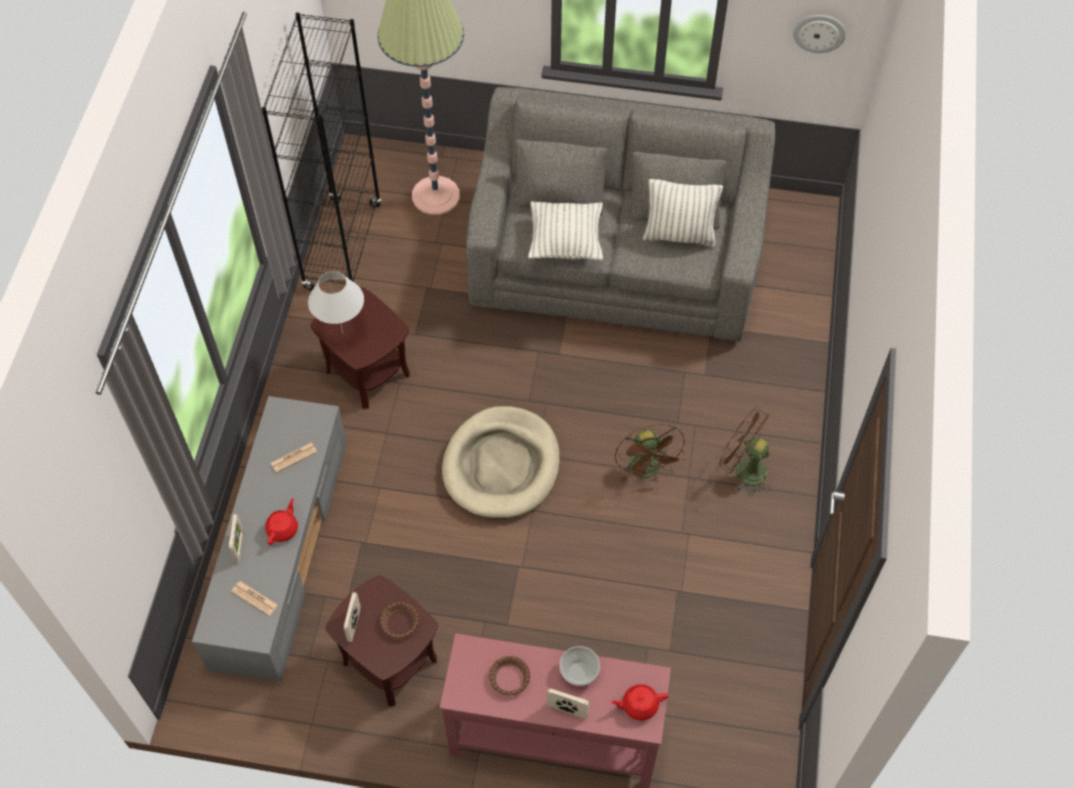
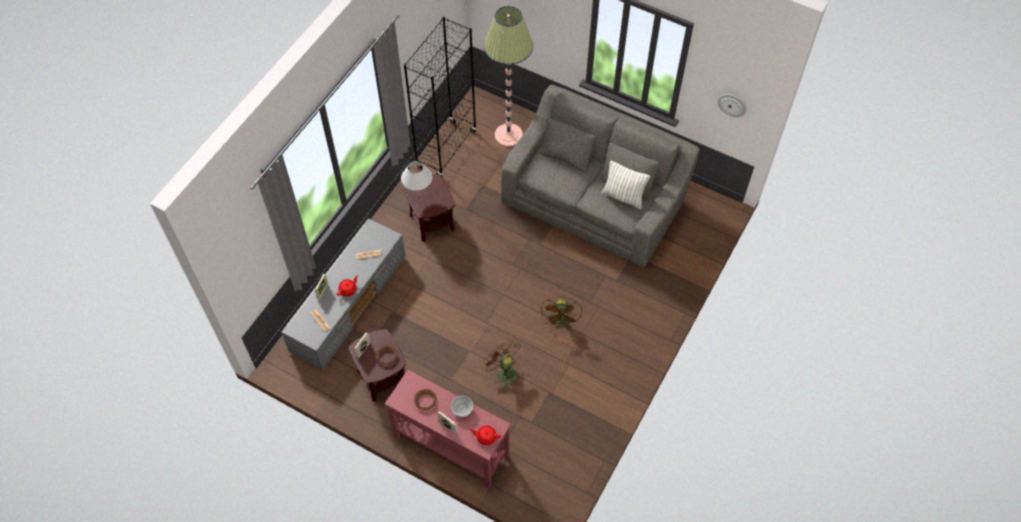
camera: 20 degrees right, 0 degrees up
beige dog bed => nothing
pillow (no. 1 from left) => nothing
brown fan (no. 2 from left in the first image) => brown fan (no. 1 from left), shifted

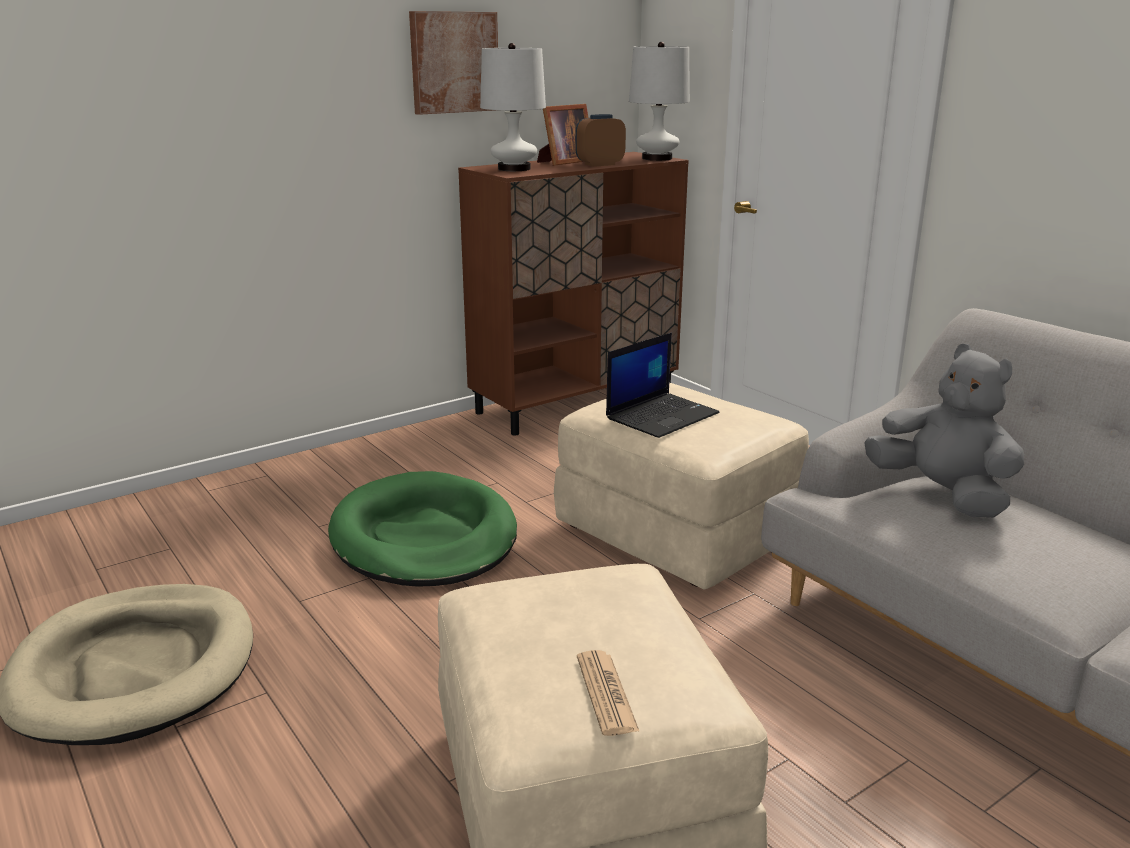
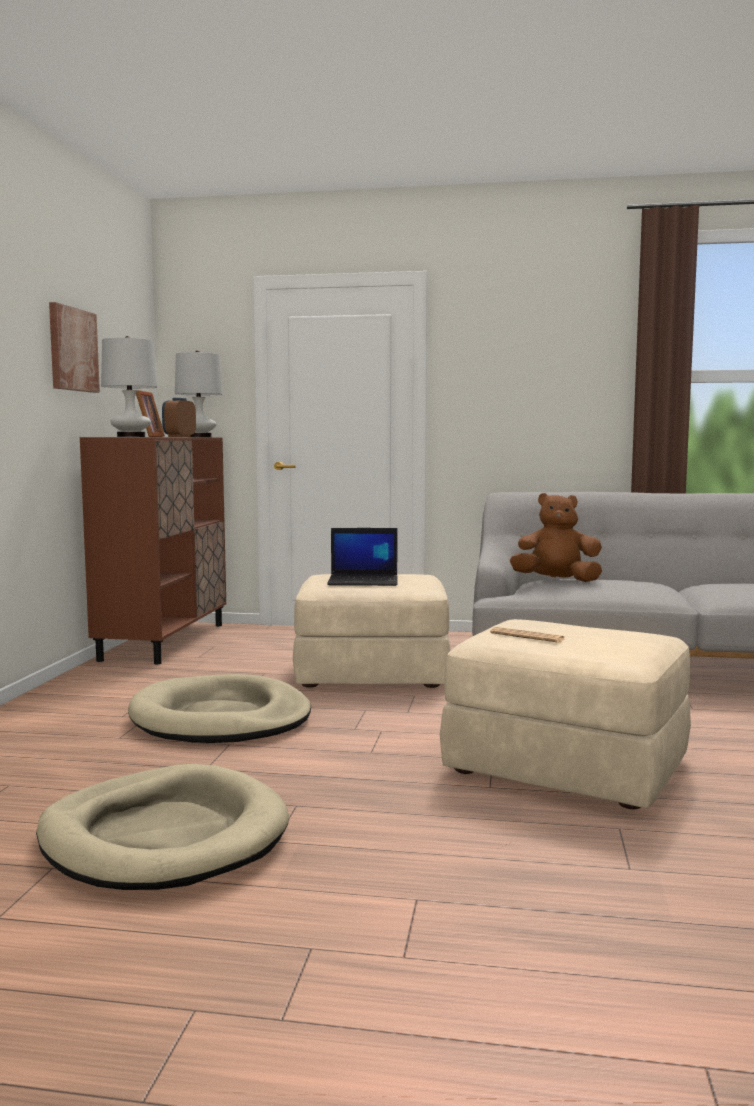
camera: 45 degrees left, 15 degrees down
green dog bed => beige dog bed (no. 2 from left)
newspaper, shifted
laptop, 90 degrees clockwise
grey plush toy => brown plush toy

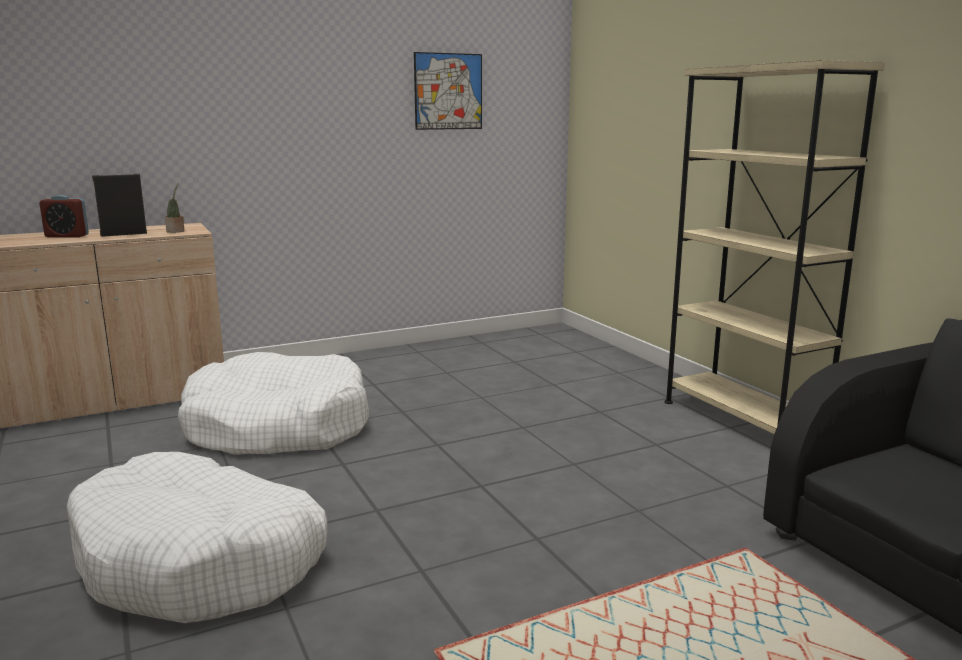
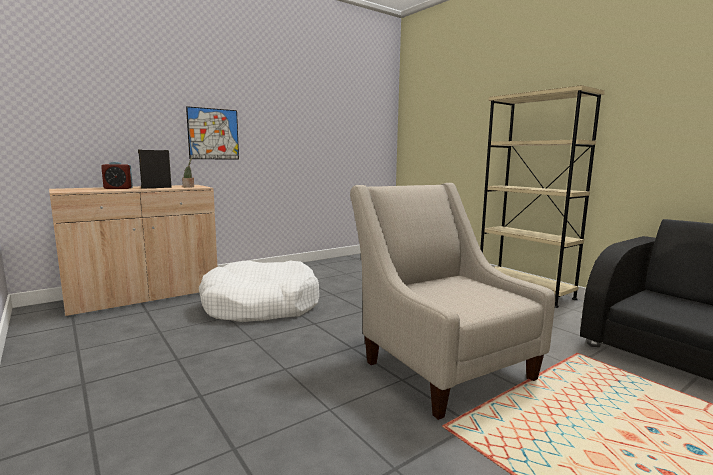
camera: 10 degrees left, 5 degrees down
white dog bed (no. 1 from left) => nothing
picture, shifted
nothing => beige armchair

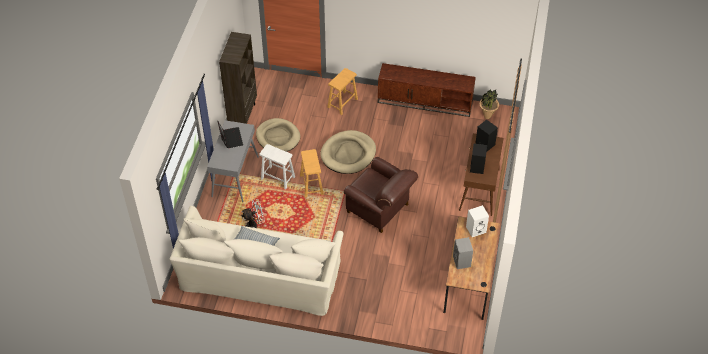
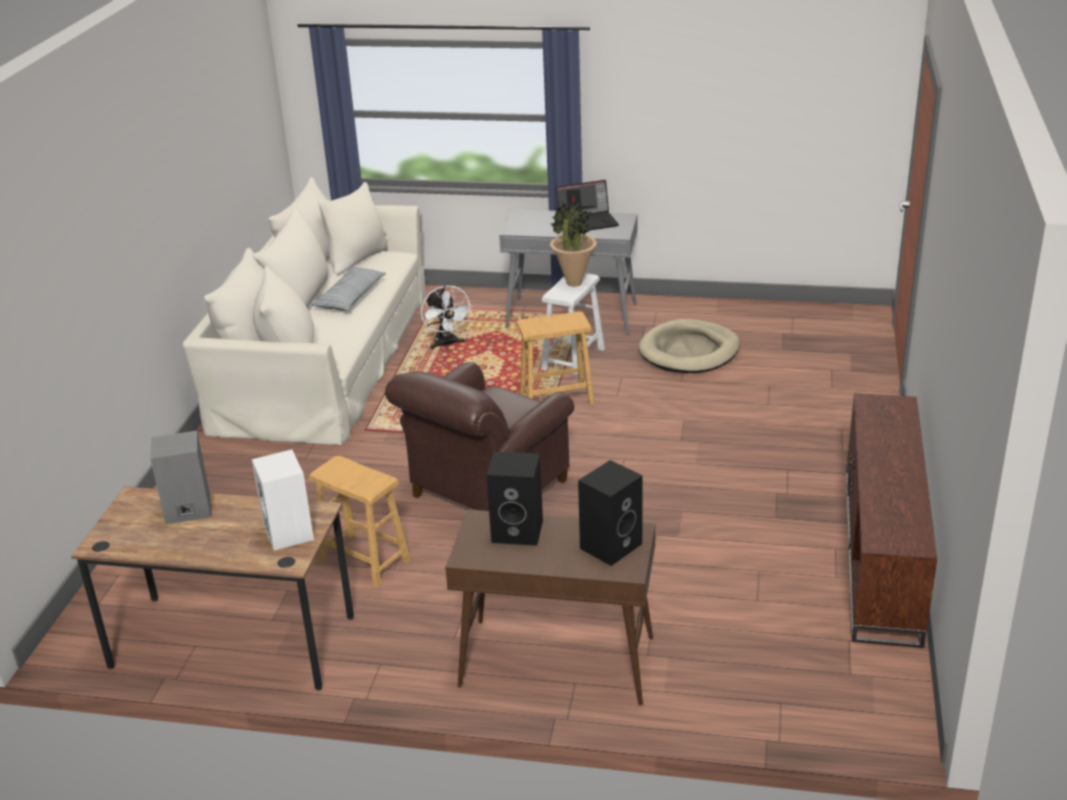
camera: 90 degrees right, 20 degrees down
brown bookcase => nothing
beige dog bed (no. 2 from left) => nothing
brown stool (no. 2 from left in the first image) => brown stool (no. 1 from left), shifted
potted plant, shifted

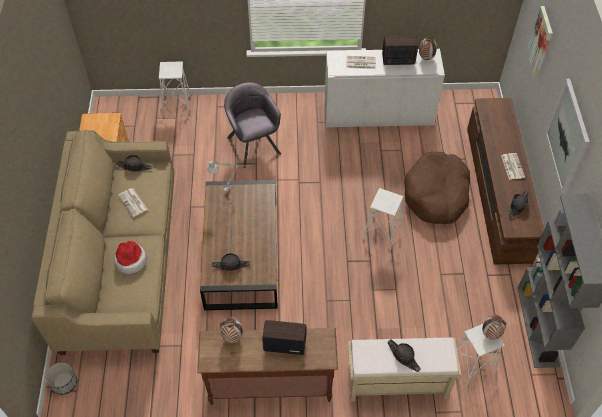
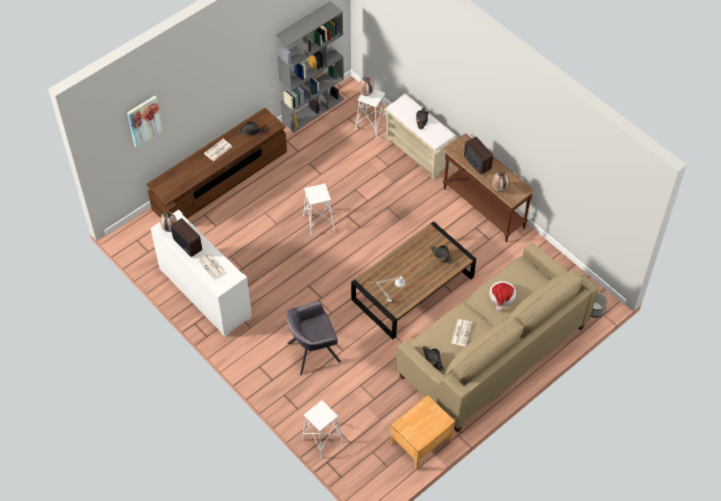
camera: 130 degrees left, 0 degrees up
grey armchair, 45 degrees clockwise
brown dog bed => nothing
picture (no. 2 from left) => nothing

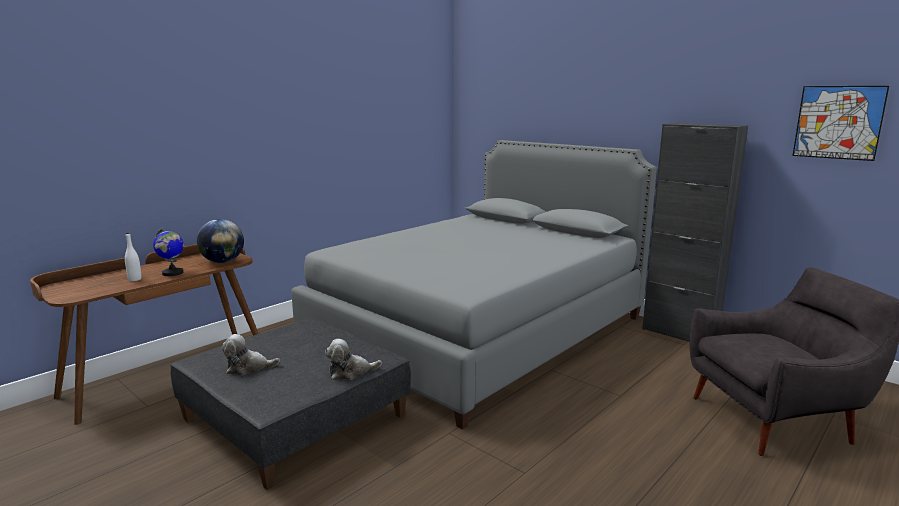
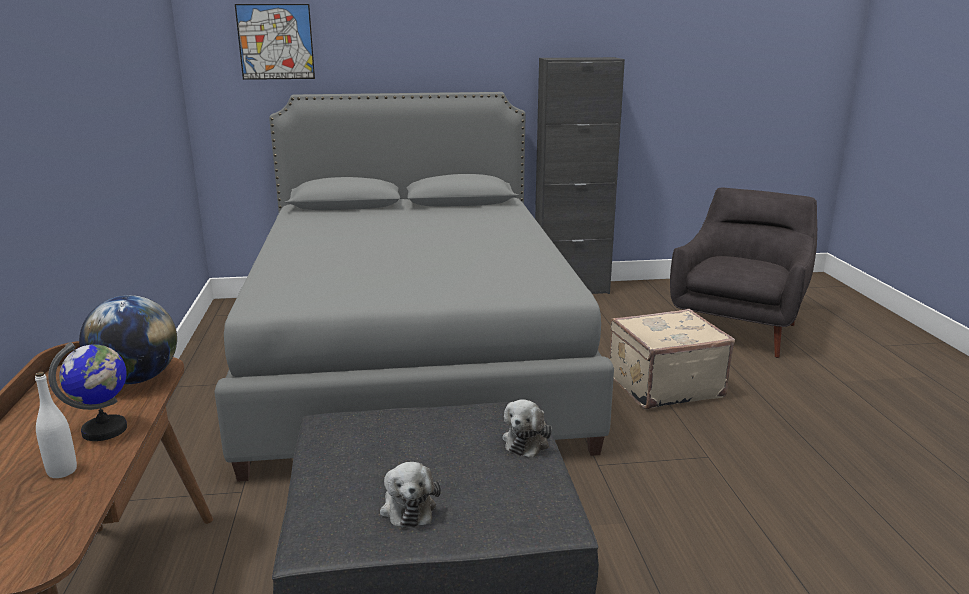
camera: 50 degrees left, 5 degrees up
plush toy (no. 1 from left), 45 degrees counterclockwise
picture, shifted
nothing => beige suitcase

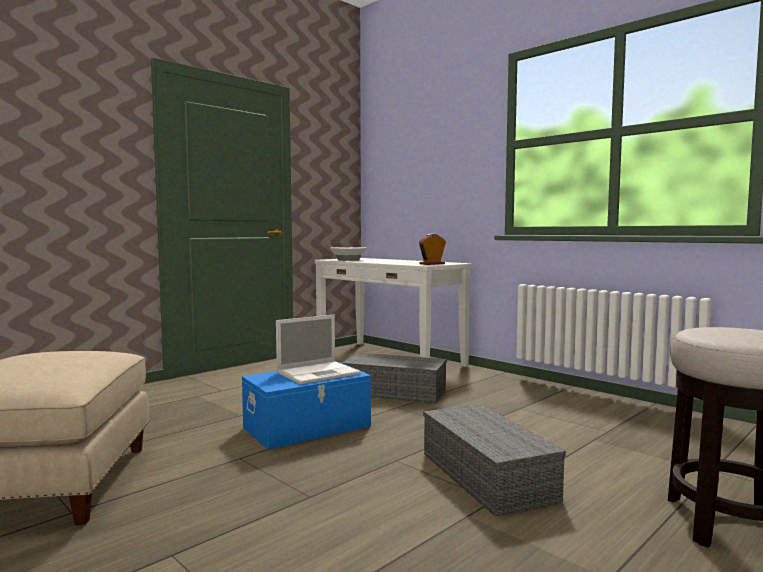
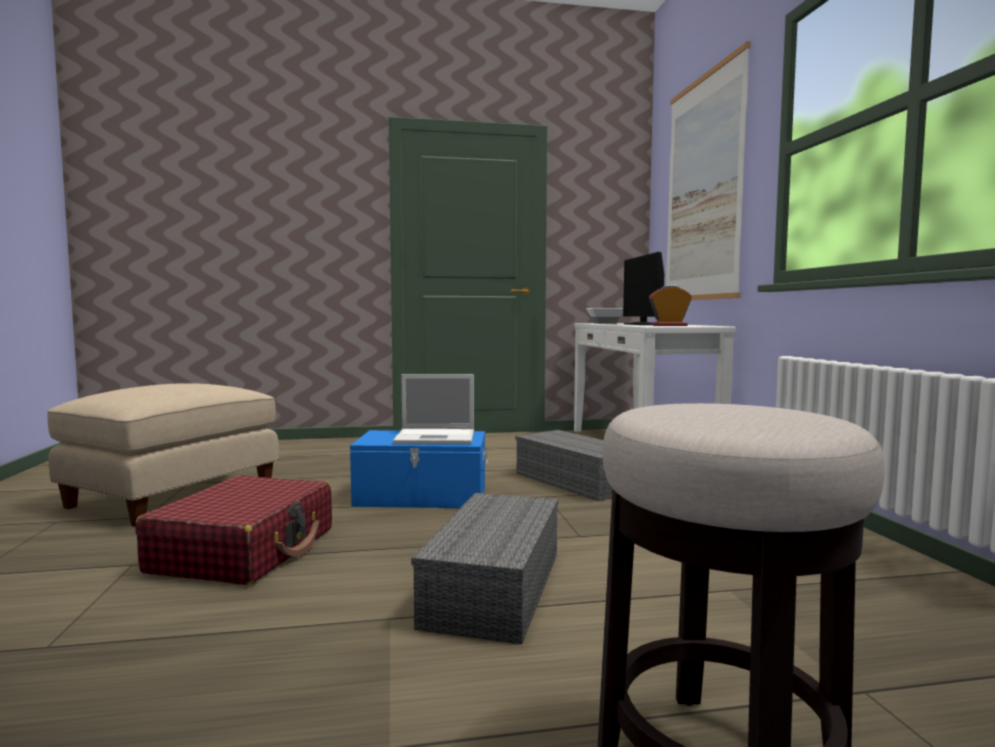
camera: 35 degrees right, 0 degrees up
nothing => red suitcase
nothing => monitor
nothing => picture

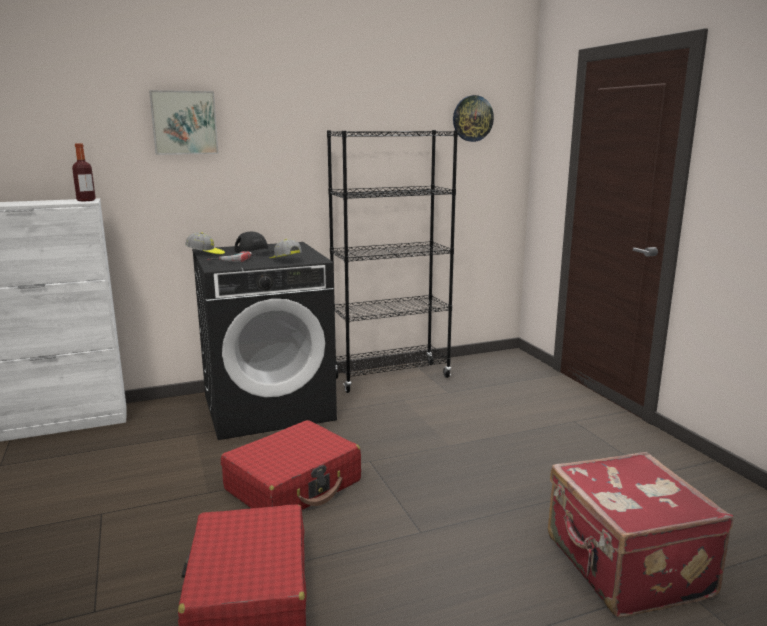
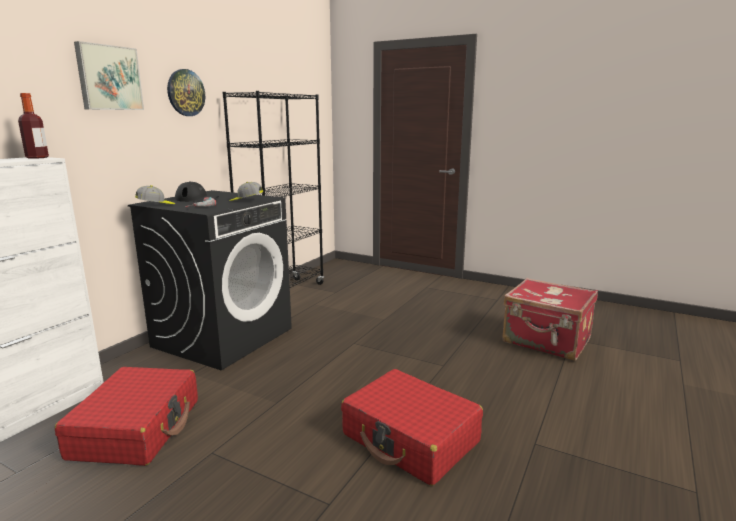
camera: 40 degrees left, 0 degrees up
red suitcase (no. 2 from left in the first image) => red suitcase (no. 1 from left), shifted
wall clock, shifted

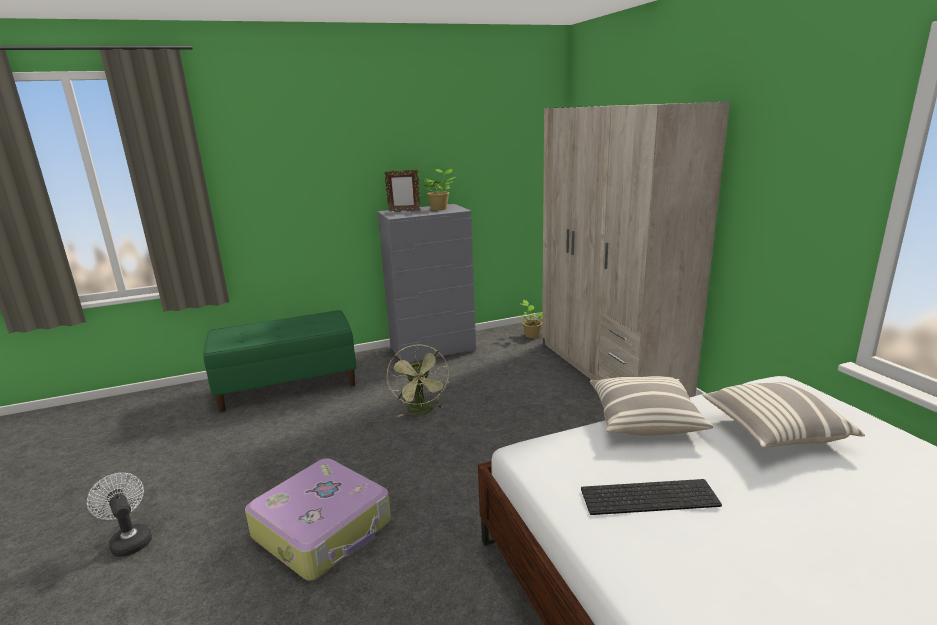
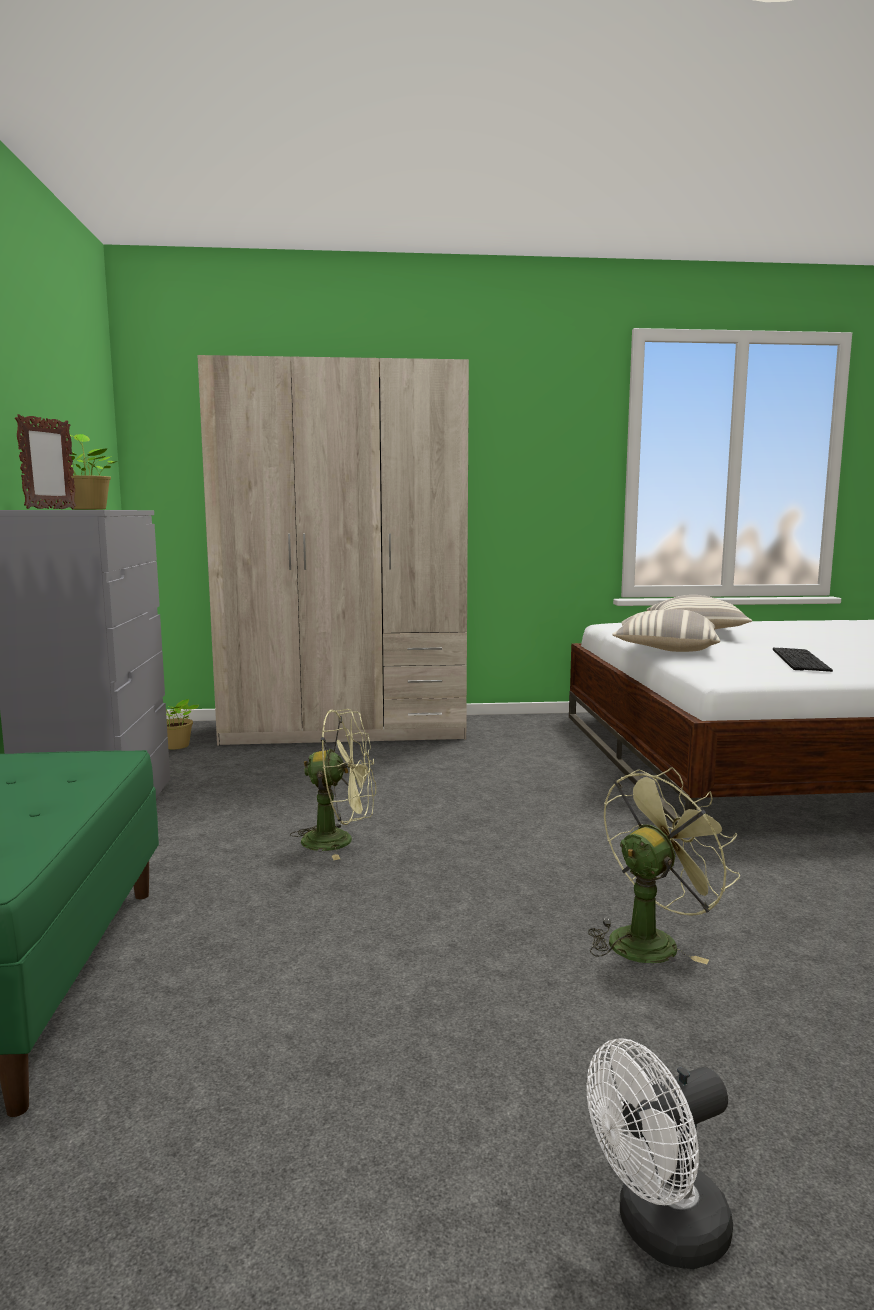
camera: 75 degrees left, 10 degrees down
suitcase => green fan (no. 2 from left)

